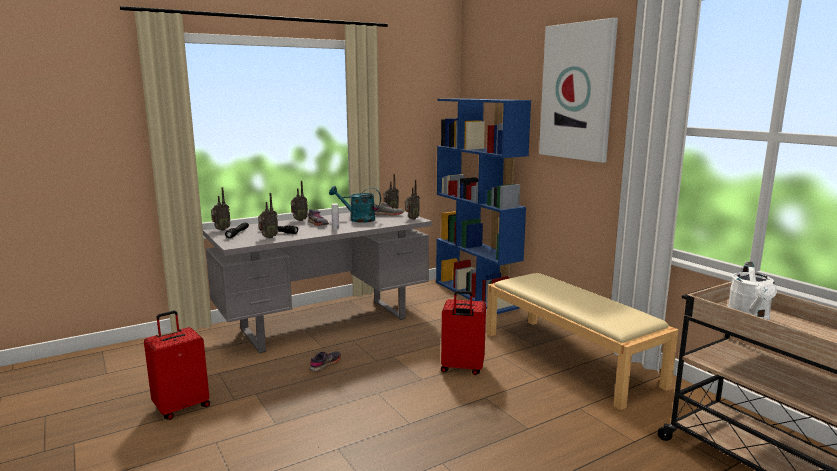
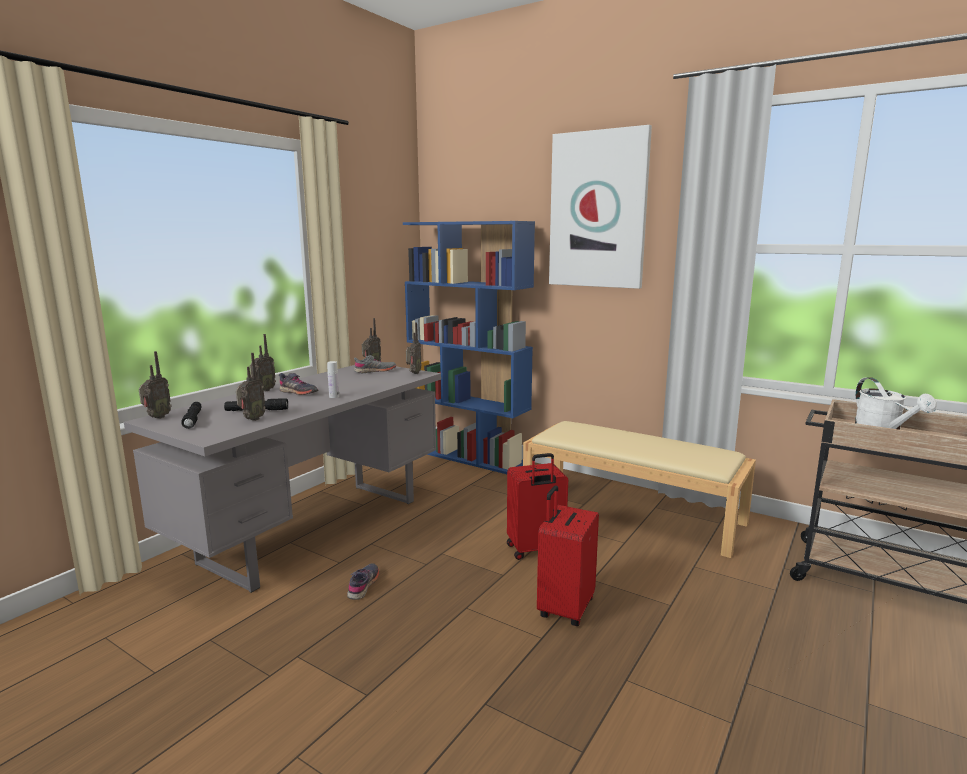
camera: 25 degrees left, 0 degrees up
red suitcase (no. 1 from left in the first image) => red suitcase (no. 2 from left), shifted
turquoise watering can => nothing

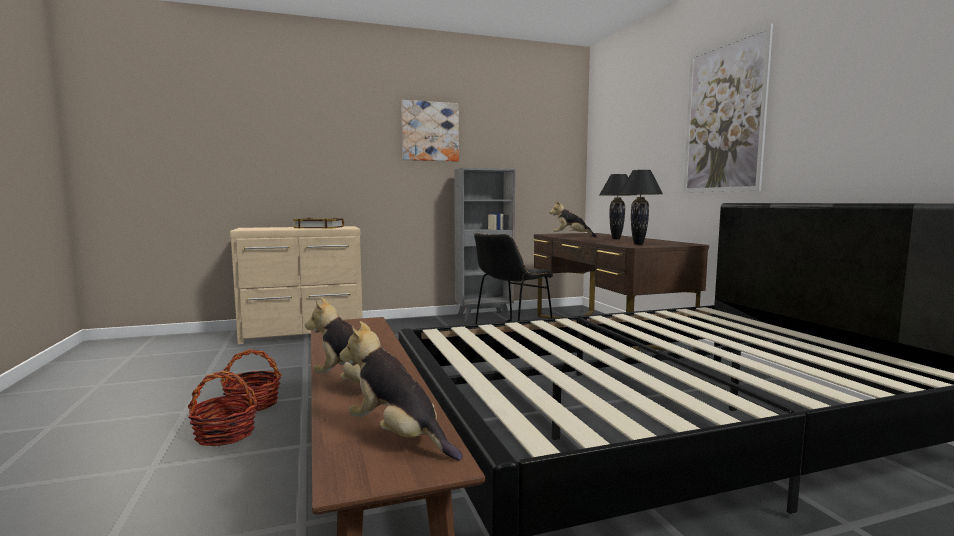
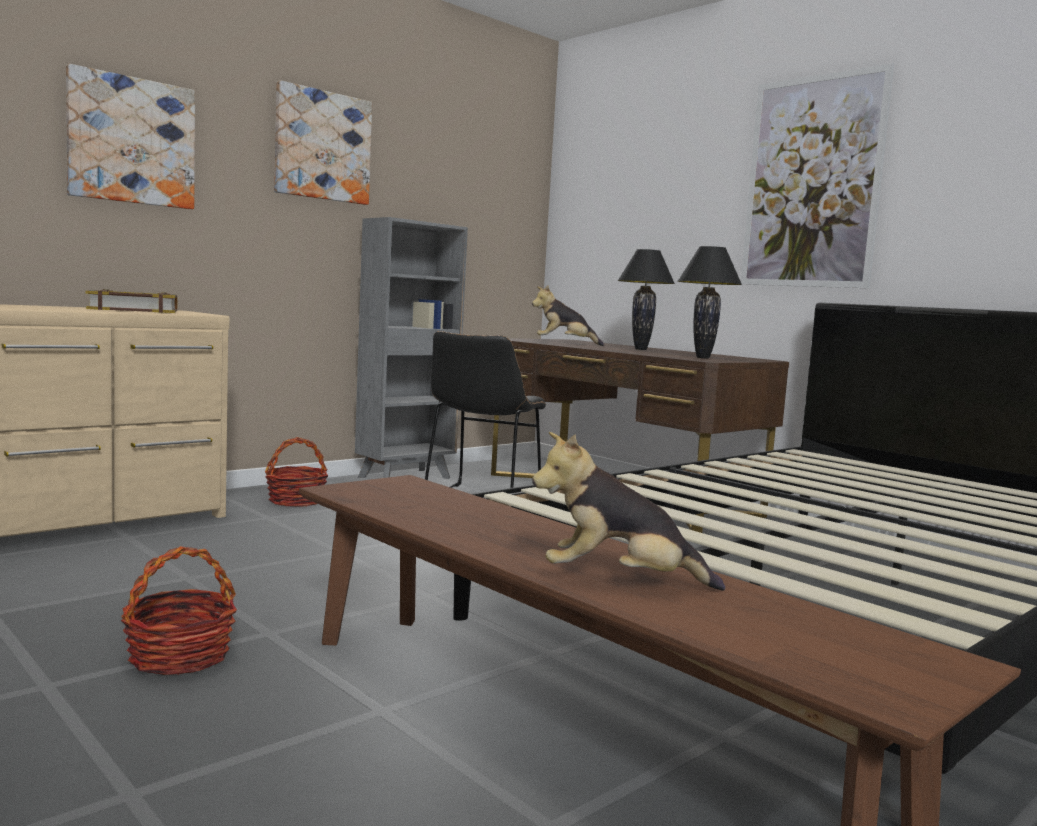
camera: 25 degrees left, 0 degrees up
basket (no. 1 from left in the first image) => basket (no. 2 from left), shifted
plush toy (no. 2 from left) => nothing
nothing => picture (no. 1 from left)

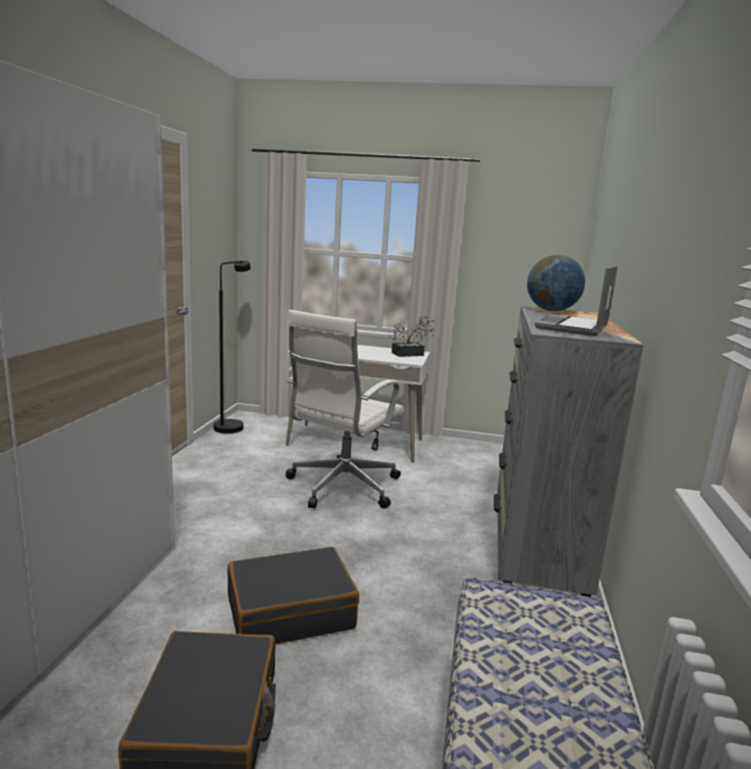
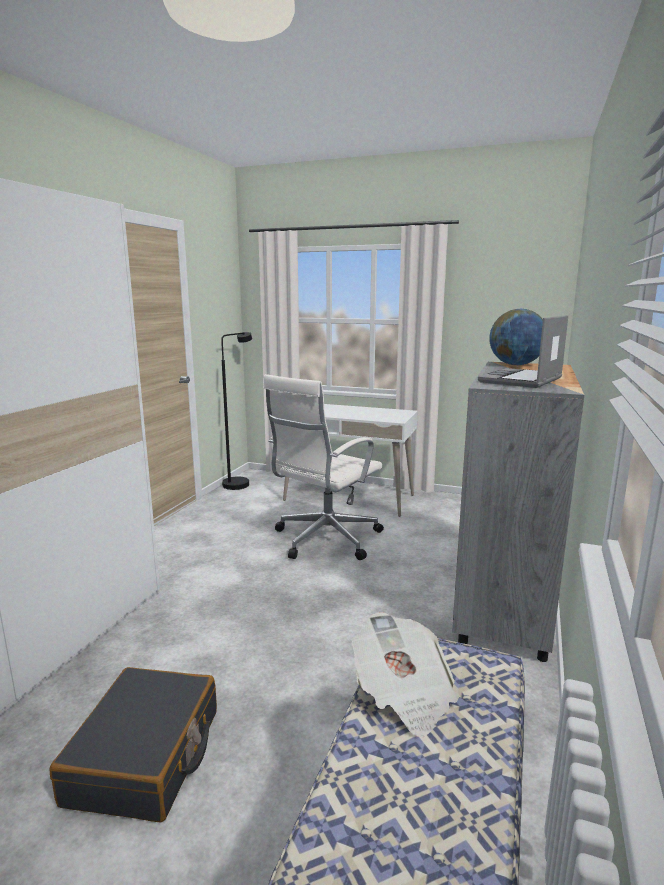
camera: 10 degrees right, 0 degrees up
black suitcase (no. 2 from left) => nothing
potted plant => nothing
nothing => newspaper

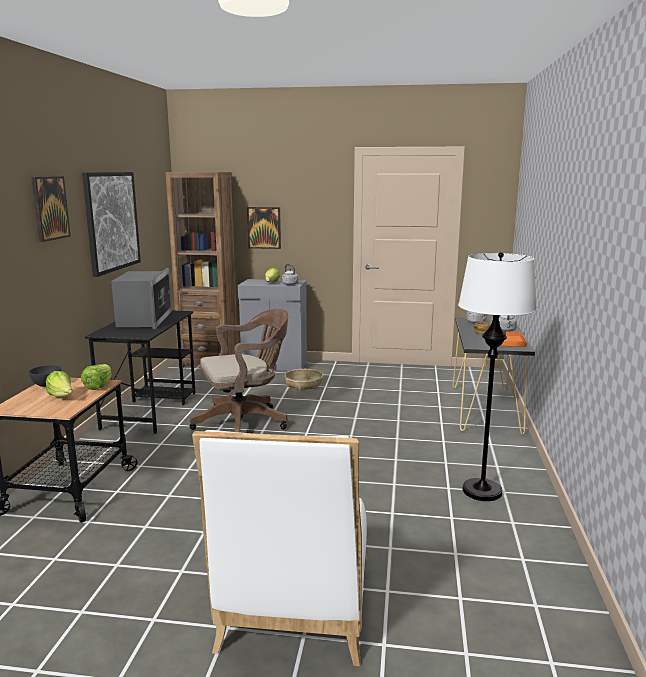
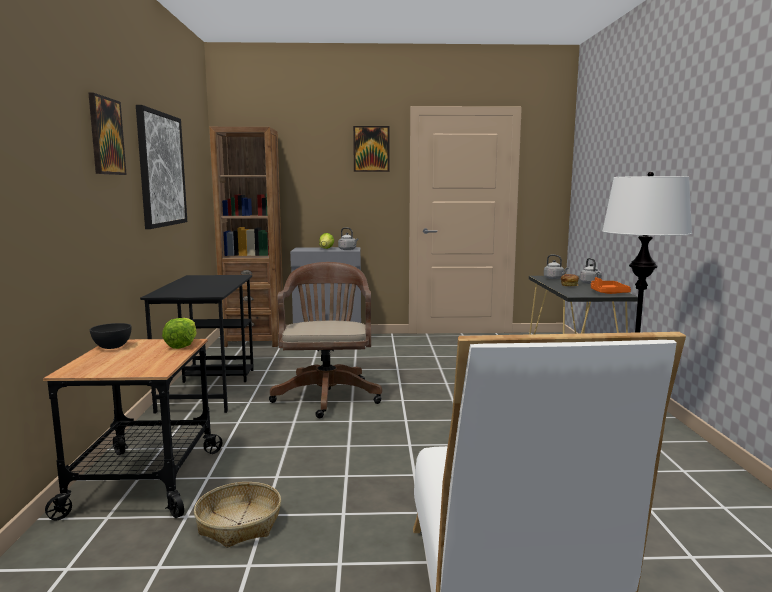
camera: 10 degrees left, 5 degrees down
lettuce (no. 1 from left) => nothing
microwave => nothing
brown office chair, 60 degrees counterclockwise
picture (no. 3 from left), shifted
basket, shifted

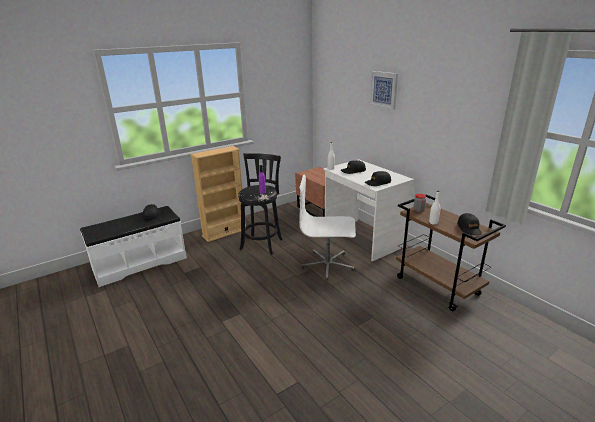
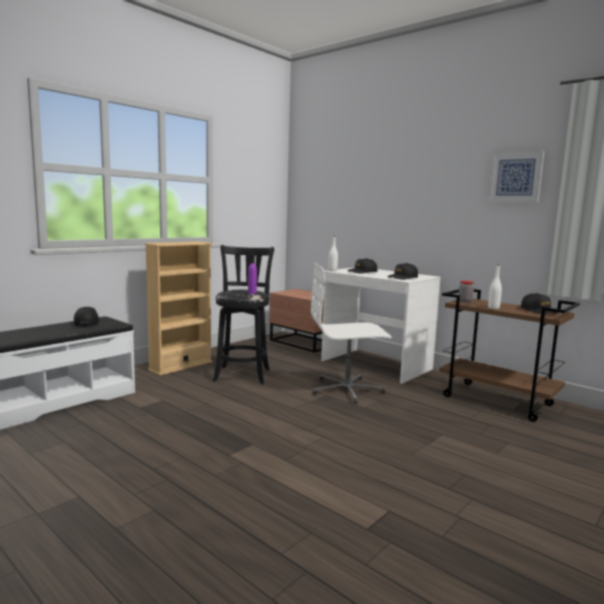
camera: 15 degrees left, 15 degrees down
picture, shifted

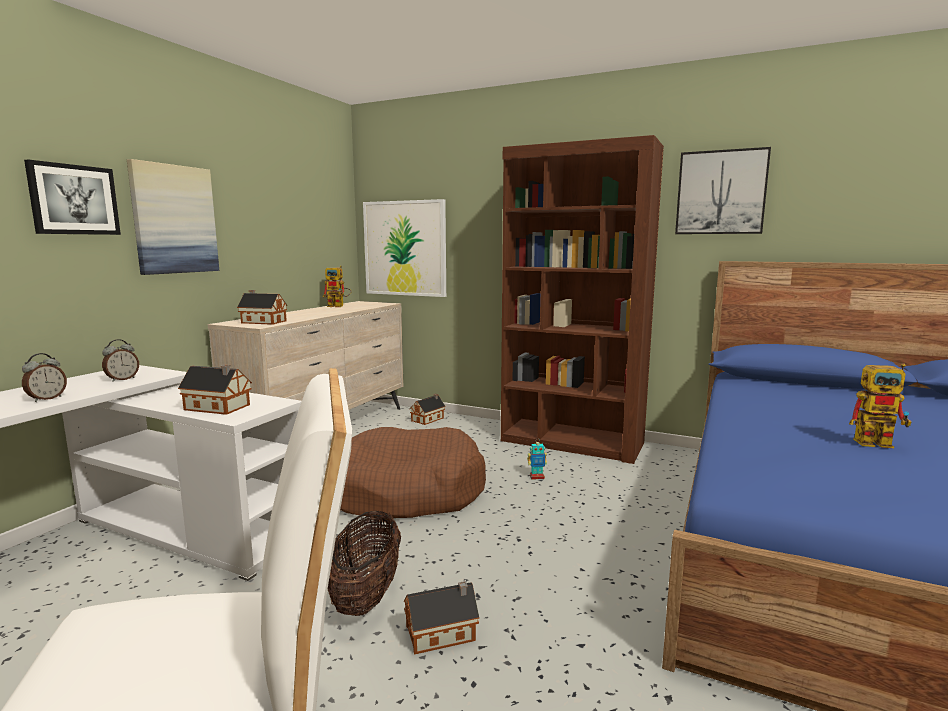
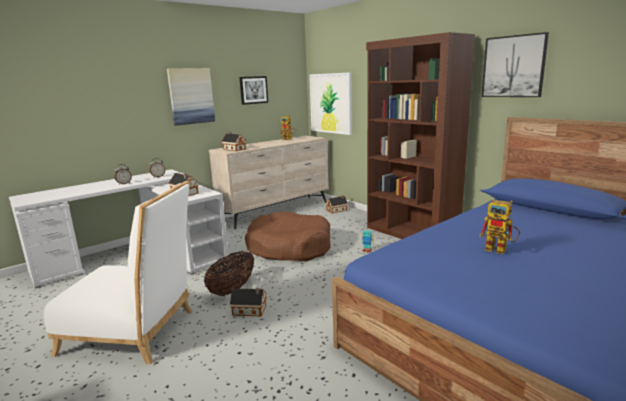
camera: 25 degrees right, 5 degrees up
picture (no. 1 from left in the first image) => picture (no. 2 from left), shifted

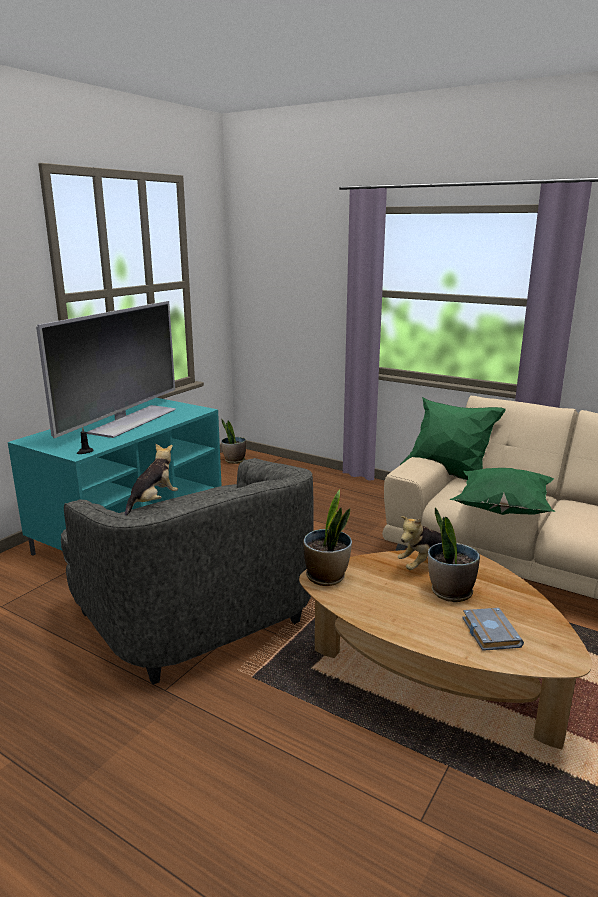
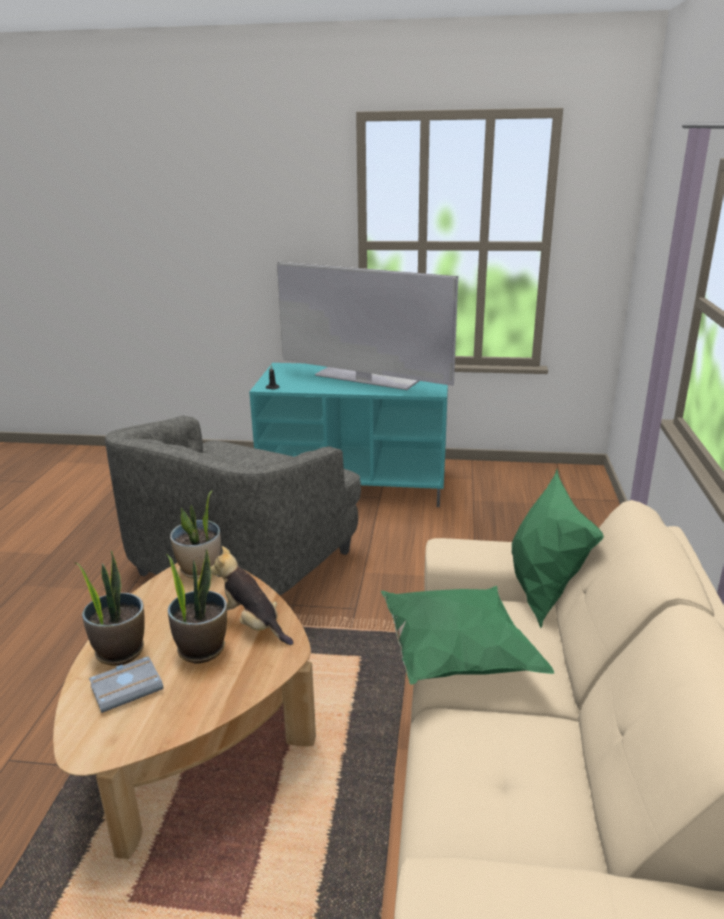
camera: 65 degrees right, 5 degrees up
television, 150 degrees counterclockwise
plush toy (no. 1 from left) => nothing
potted plant (no. 1 from left), shifted

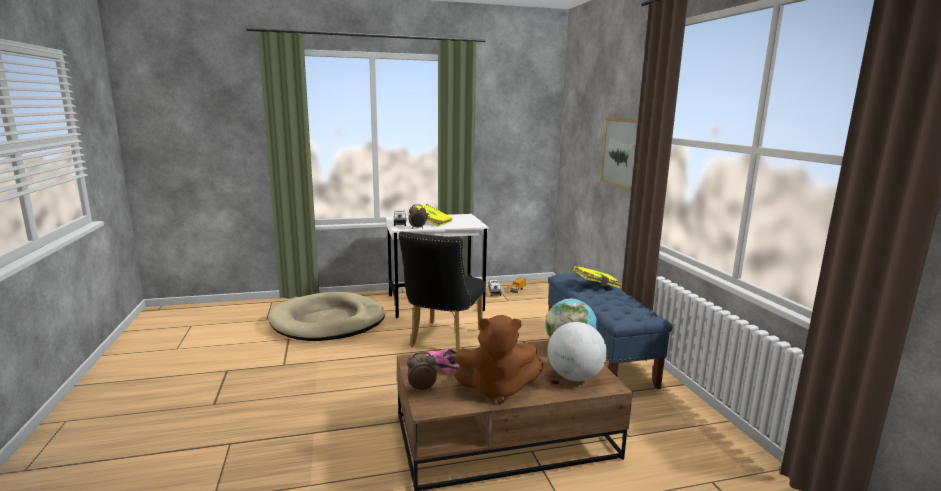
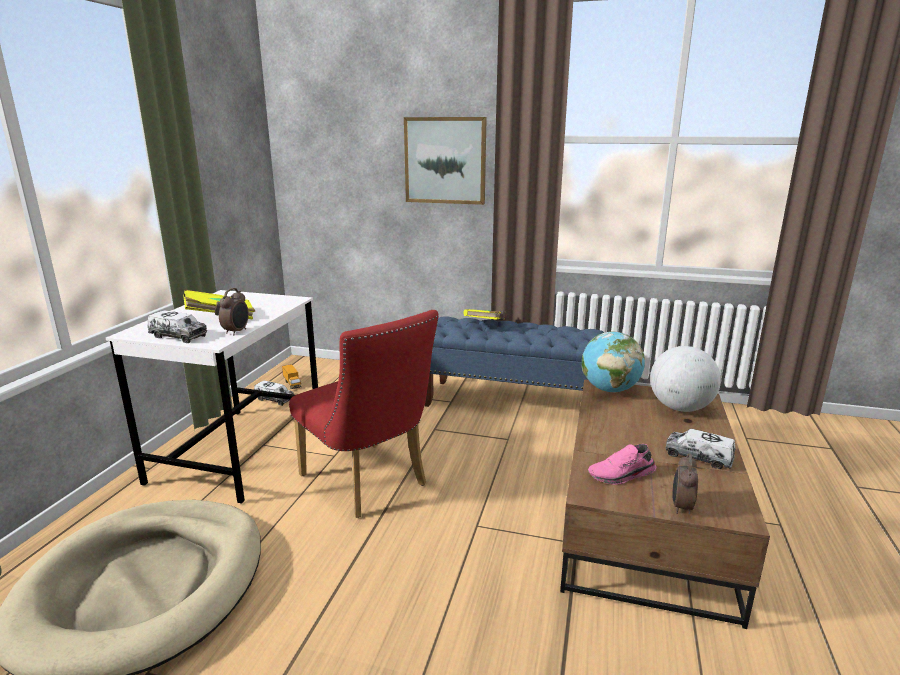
camera: 60 degrees left, 5 degrees up
black chair => red chair
brown plush toy => toy truck (no. 4 from left)

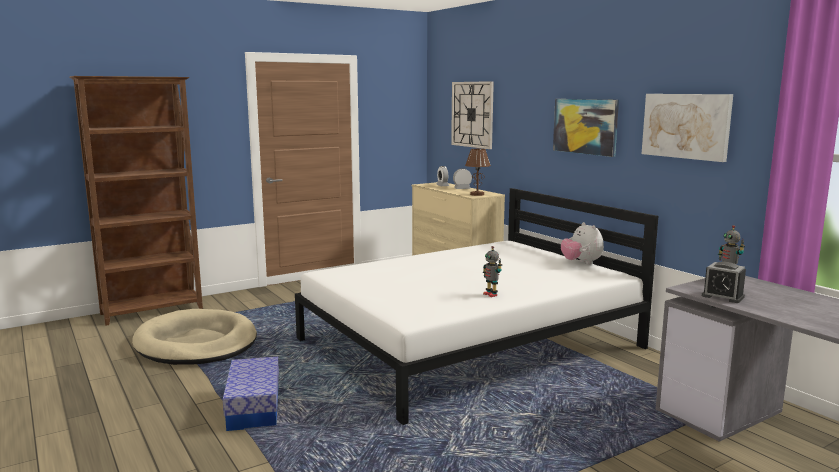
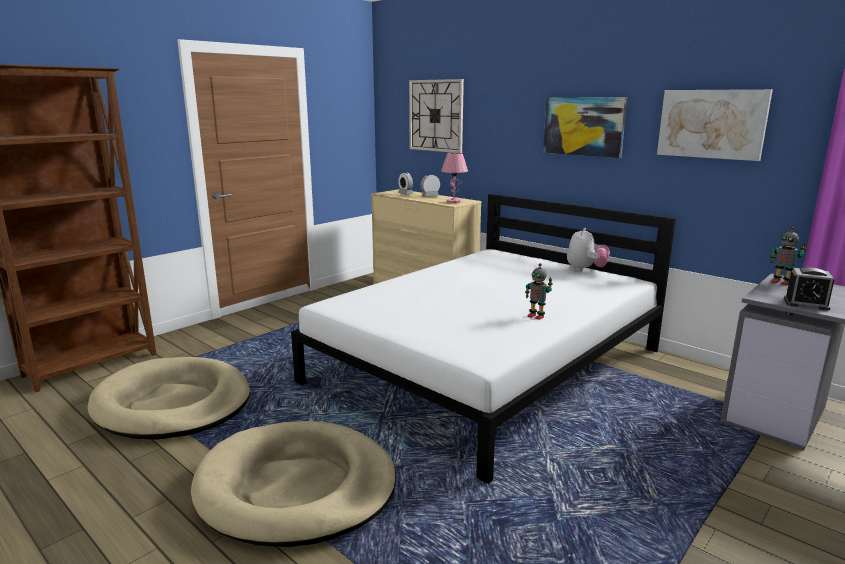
camera: 15 degrees left, 5 degrees up
storage box => beige dog bed (no. 2 from left)
brown table lamp => pink table lamp
plush toy, 120 degrees counterclockwise

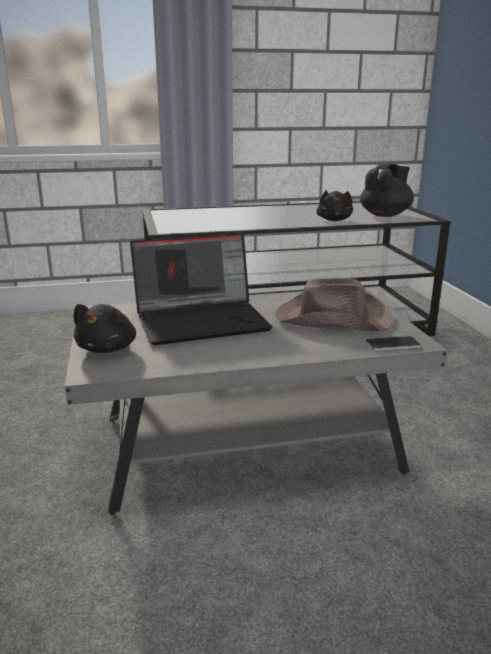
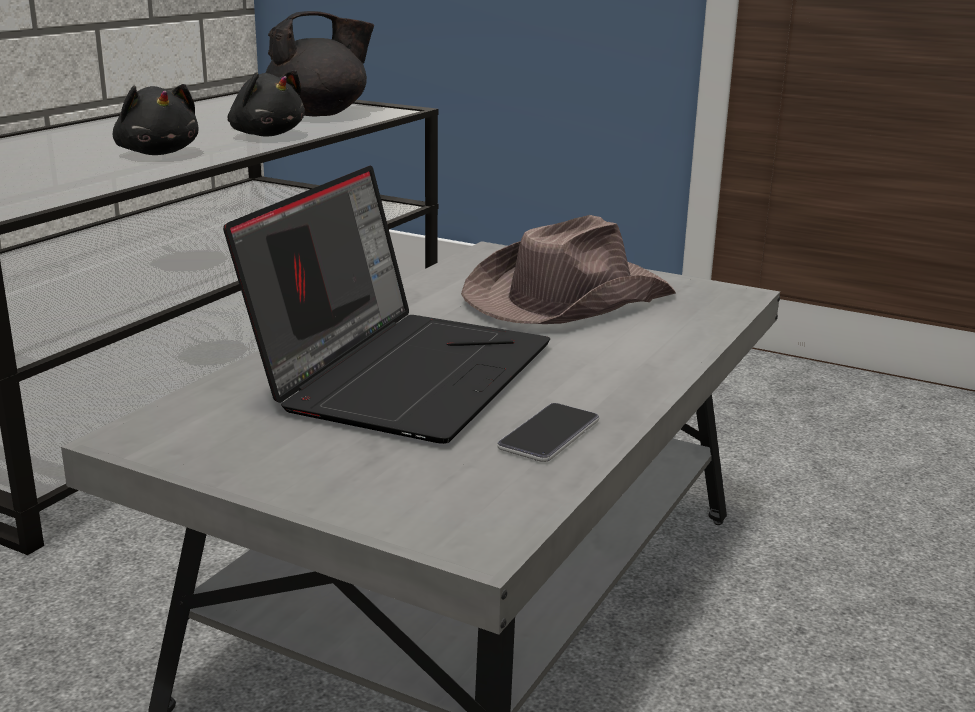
camera: 50 degrees left, 0 degrees up
black plush toy (no. 1 from left), shifted
black teapot, 75 degrees clockwise
phone, shifted

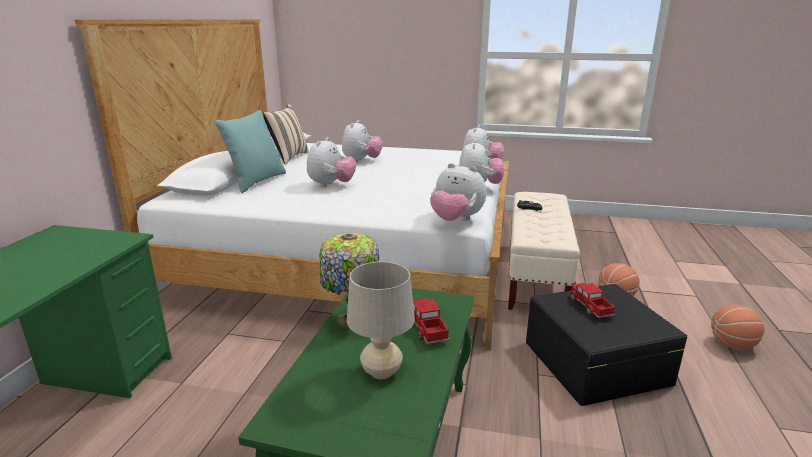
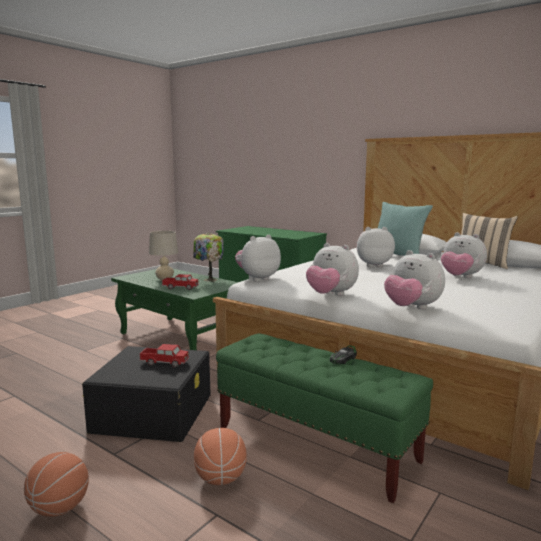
camera: 115 degrees right, 10 degrees down
plush toy (no. 1 from left in the first image) => plush toy (no. 3 from left), 135 degrees clockwise
beige bench => green bench

